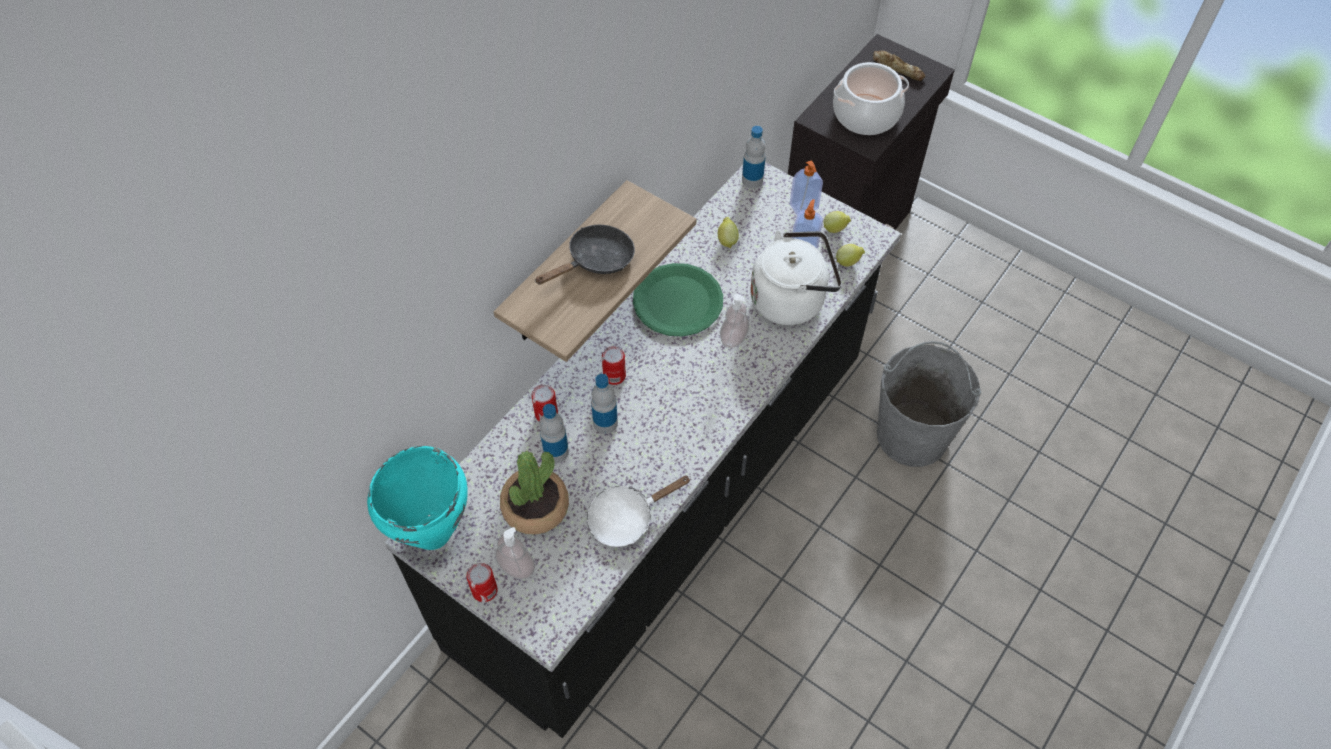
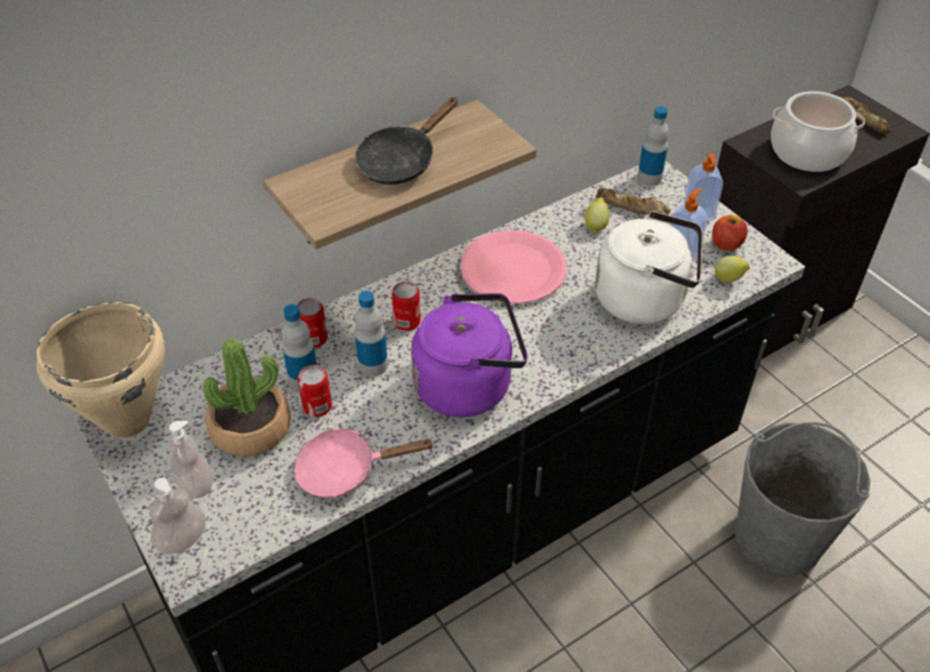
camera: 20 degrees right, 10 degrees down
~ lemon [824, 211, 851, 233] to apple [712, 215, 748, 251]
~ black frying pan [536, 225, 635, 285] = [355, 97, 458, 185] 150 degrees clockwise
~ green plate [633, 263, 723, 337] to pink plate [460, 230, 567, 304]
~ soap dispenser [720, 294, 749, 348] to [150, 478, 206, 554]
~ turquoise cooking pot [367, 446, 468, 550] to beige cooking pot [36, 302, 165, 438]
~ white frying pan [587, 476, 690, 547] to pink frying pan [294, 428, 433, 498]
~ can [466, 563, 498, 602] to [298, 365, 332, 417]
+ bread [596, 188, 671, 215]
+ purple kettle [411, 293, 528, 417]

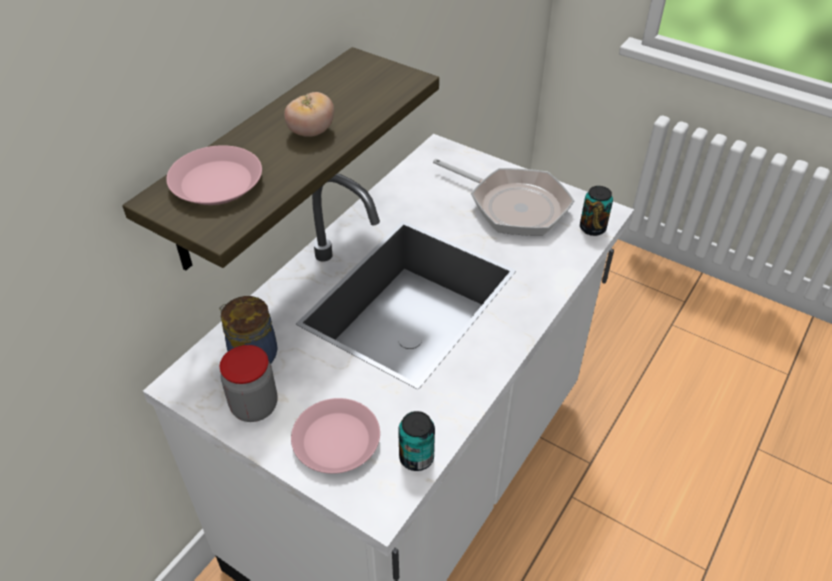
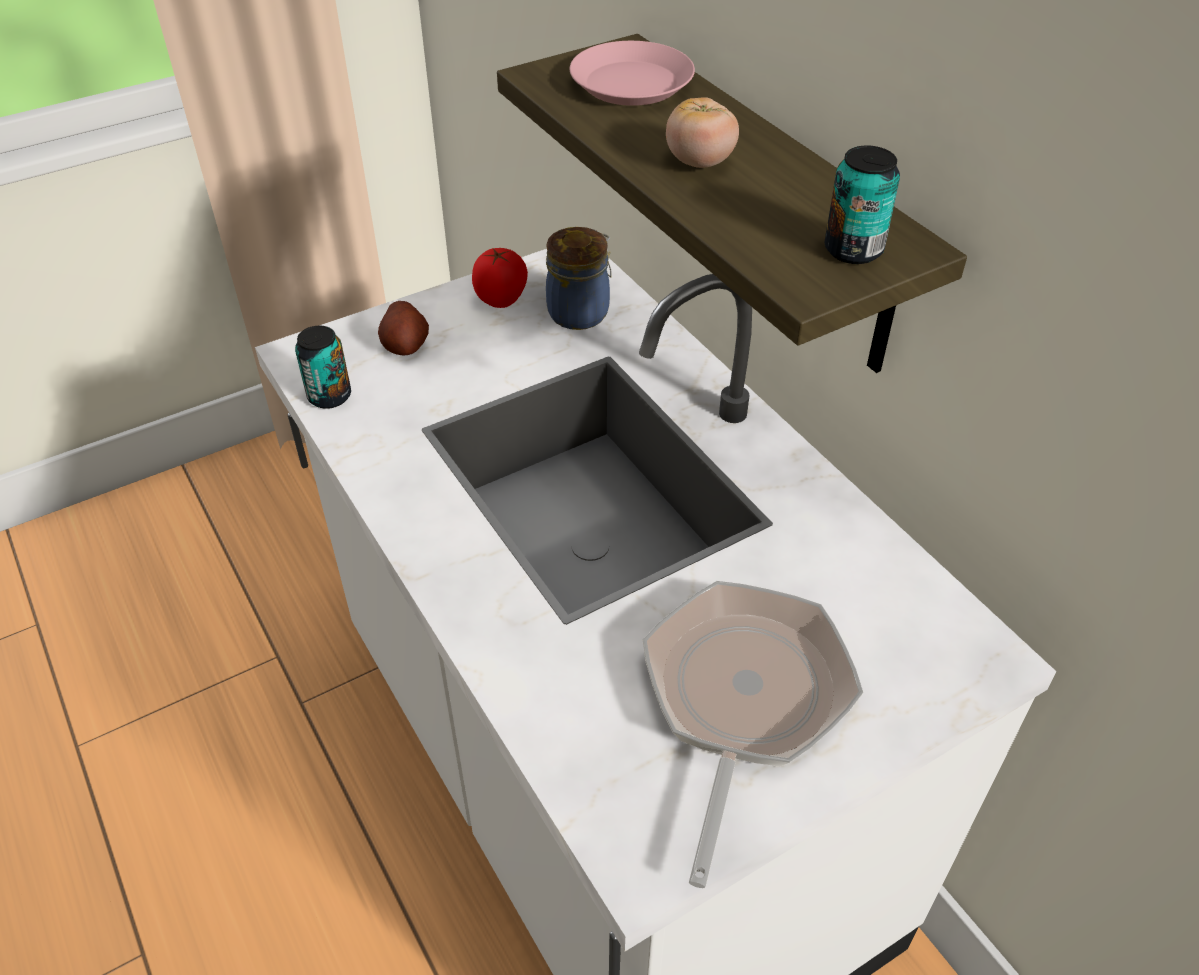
camera: 115 degrees right, 0 degrees up
~ frying pan [433, 159, 574, 236] = [642, 581, 864, 888] 135 degrees clockwise
~ can [580, 186, 613, 236] to [824, 145, 900, 264]
~ jar [220, 345, 277, 422] to tomato [472, 248, 528, 308]
~ pink plate [291, 398, 380, 474] to potato [378, 301, 429, 355]

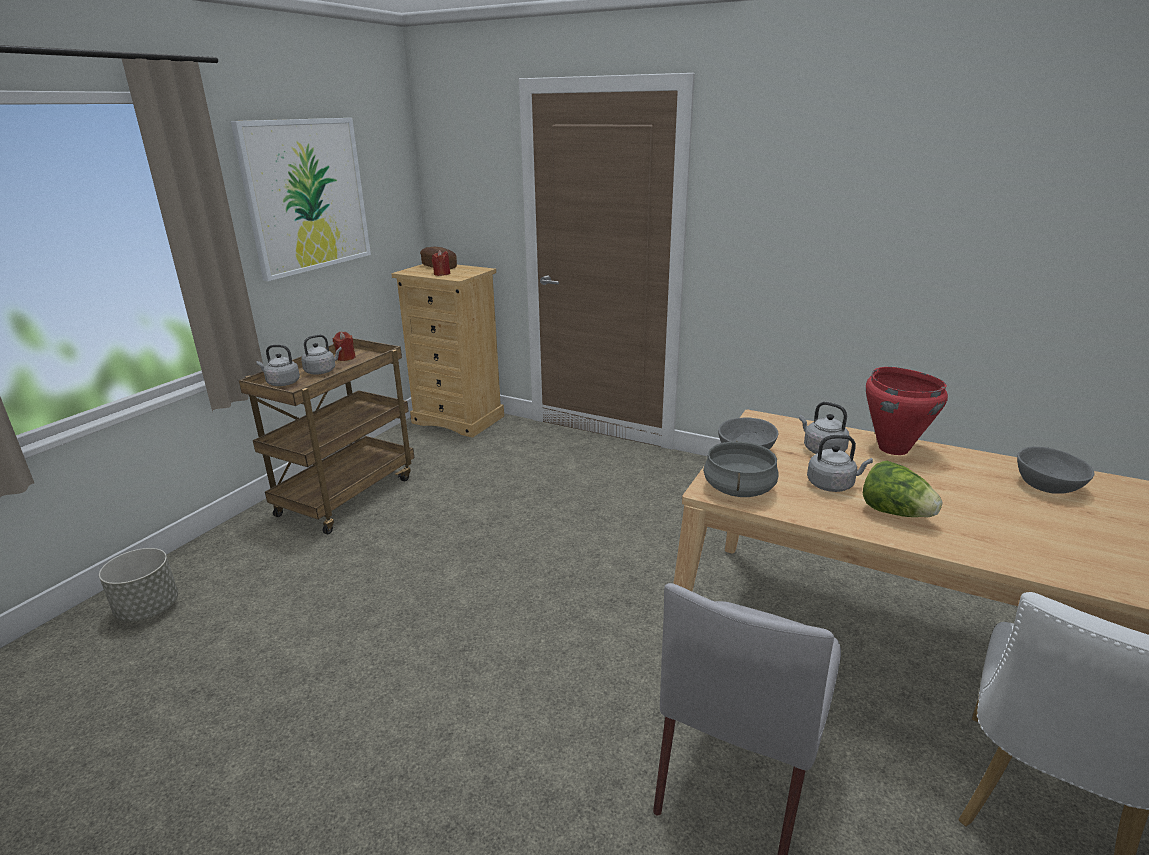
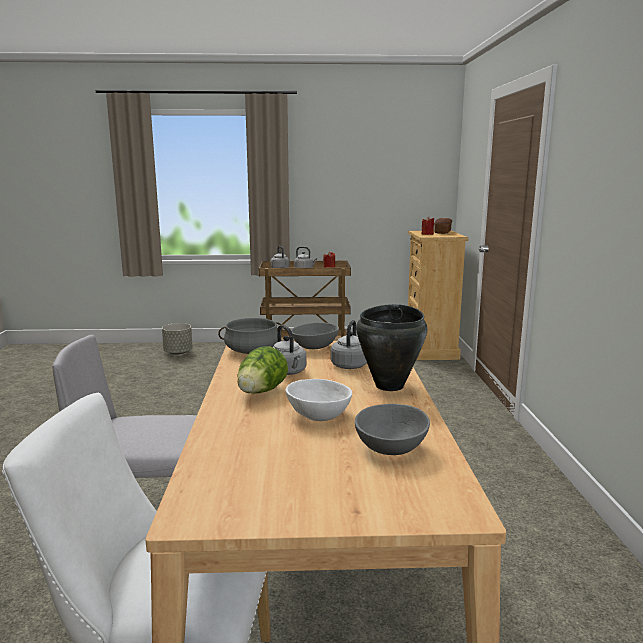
camera: 60 degrees right, 10 degrees down
- picture [231, 118, 371, 281]
~ red cooking pot [866, 367, 948, 455] to black cooking pot [356, 304, 427, 391]
+ white bowl [285, 379, 352, 421]

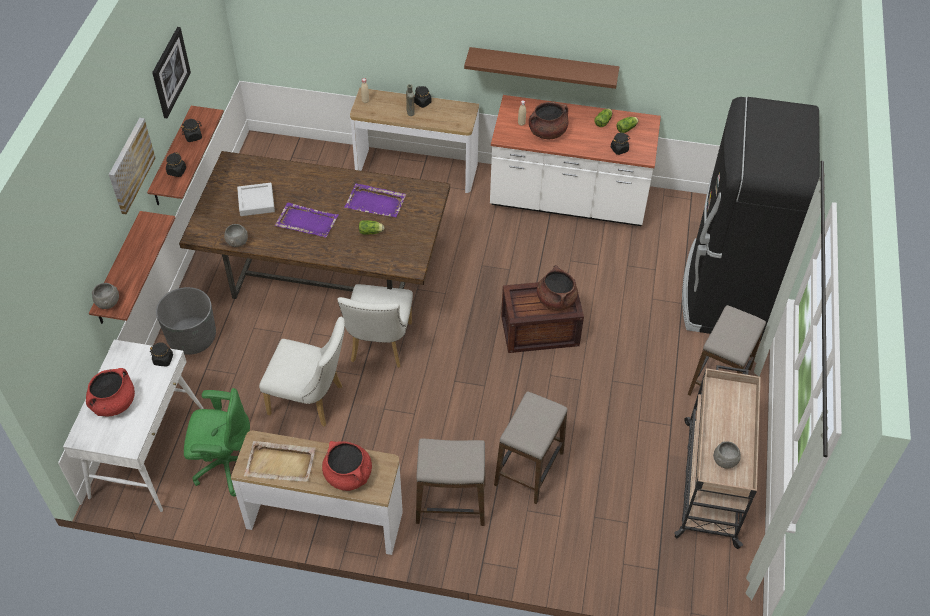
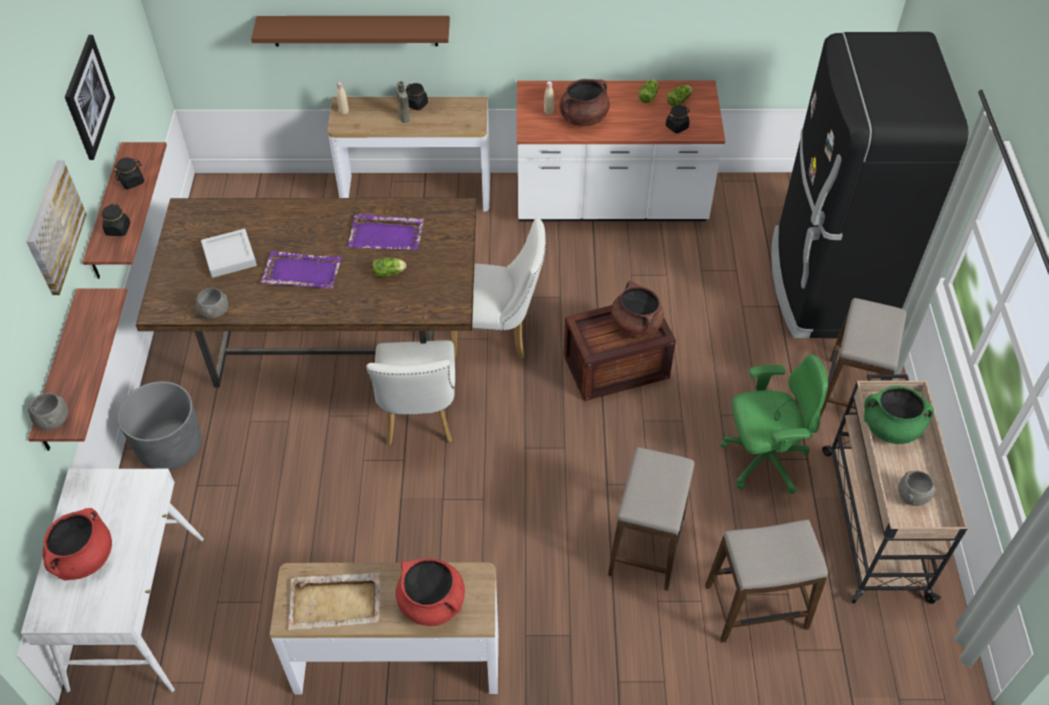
camera: 10 degrees left, 0 degrees up
~ brown shelf [464, 47, 619, 89] to [251, 16, 450, 46]
~ white chair [259, 317, 345, 427] to [451, 218, 546, 359]
- black jar [150, 342, 173, 367]
~ green office chair [184, 388, 250, 497] to [721, 354, 828, 494]
~ stool [416, 438, 485, 526] to [705, 520, 828, 643]
+ green cooking pot [864, 386, 934, 444]

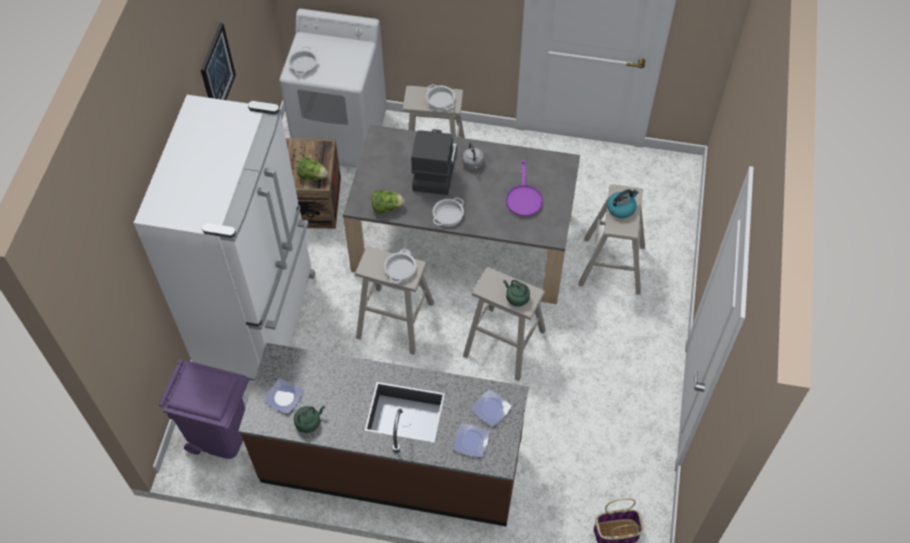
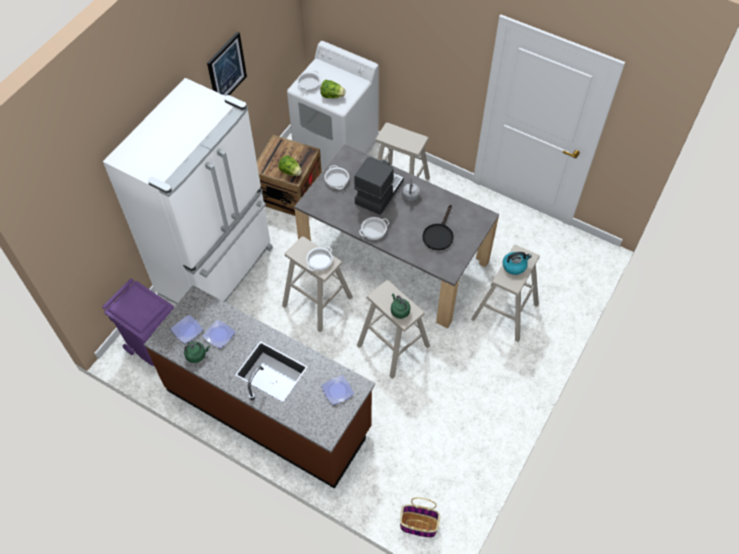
camera: 20 degrees right, 0 degrees up
~ cooking pot [426, 84, 455, 111] to [324, 165, 349, 189]
~ purple frying pan [506, 160, 543, 217] to black frying pan [422, 205, 454, 250]
~ lettuce [372, 190, 405, 214] to [321, 80, 346, 98]
~ plate [453, 423, 490, 457] to [203, 320, 235, 348]

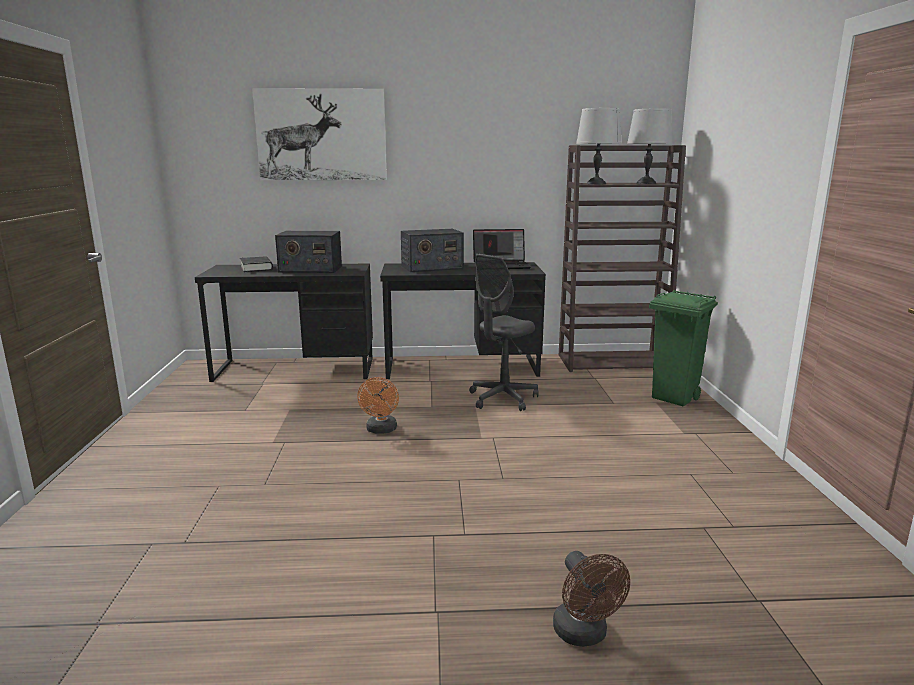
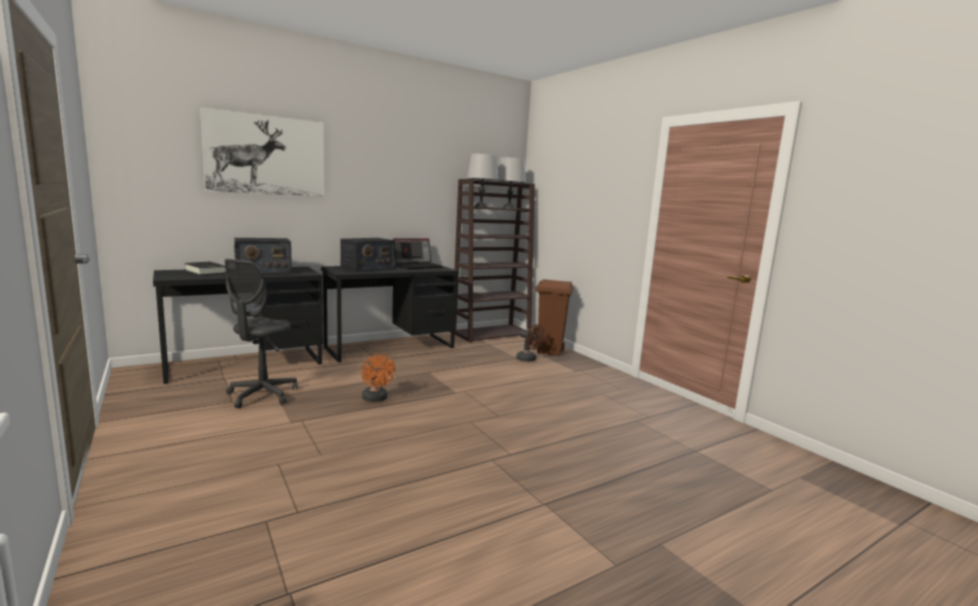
camera: 30 degrees left, 5 degrees down
~ grey office chair [469, 254, 539, 411] to [225, 259, 298, 408]
~ green trash can [649, 290, 718, 406] to brown trash can [536, 279, 574, 356]
~ brown fan [553, 551, 630, 647] to [516, 324, 545, 362]

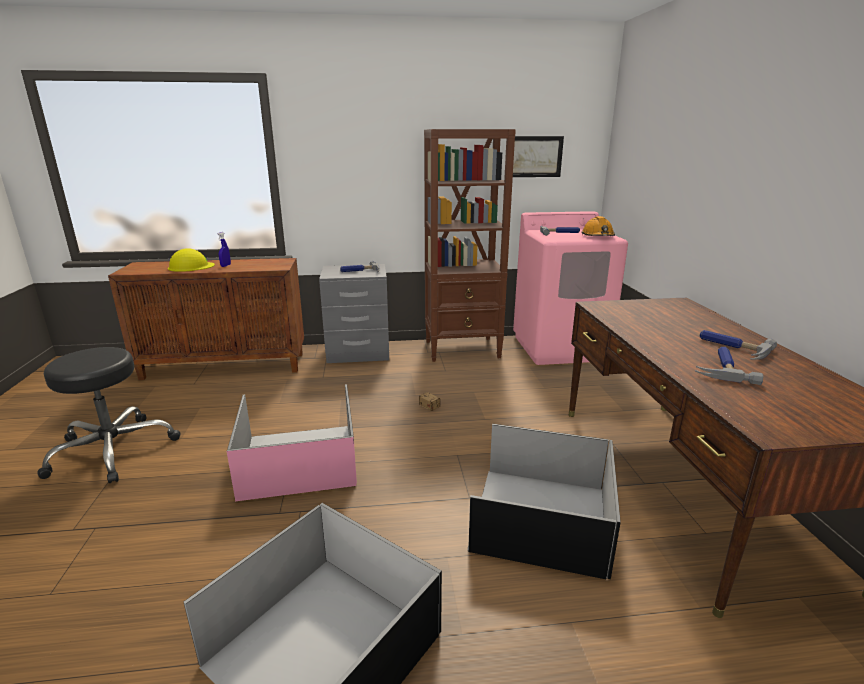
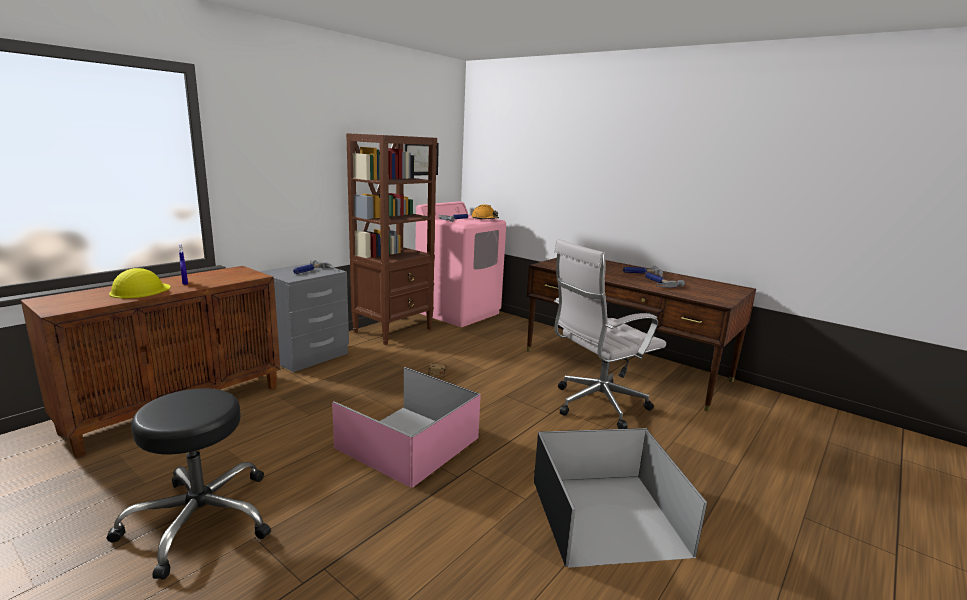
camera: 45 degrees left, 5 degrees down
~ black storage box [467, 424, 621, 579] to white office chair [554, 239, 666, 429]

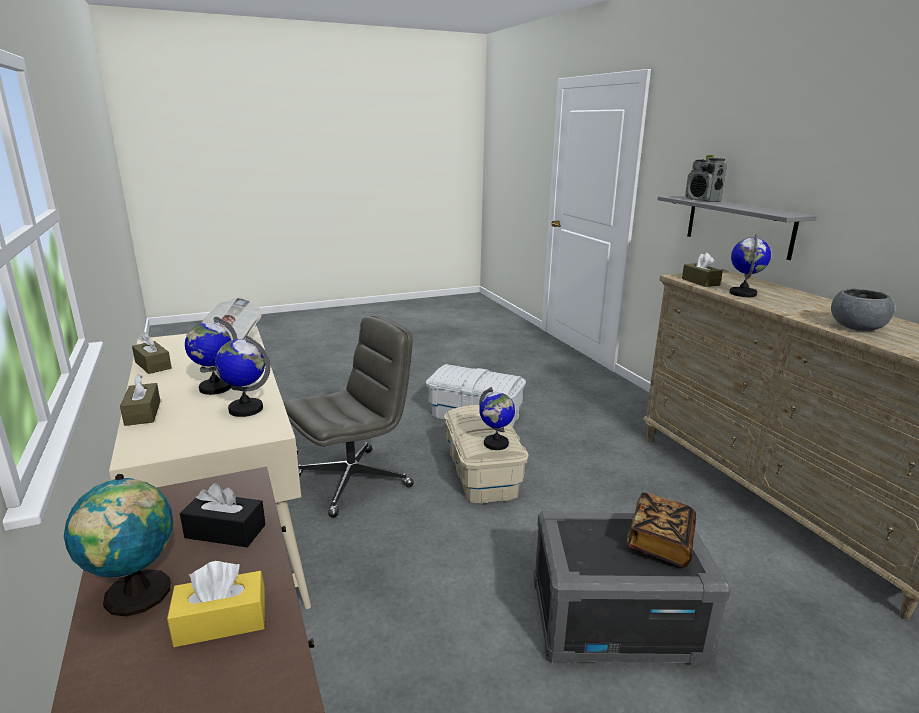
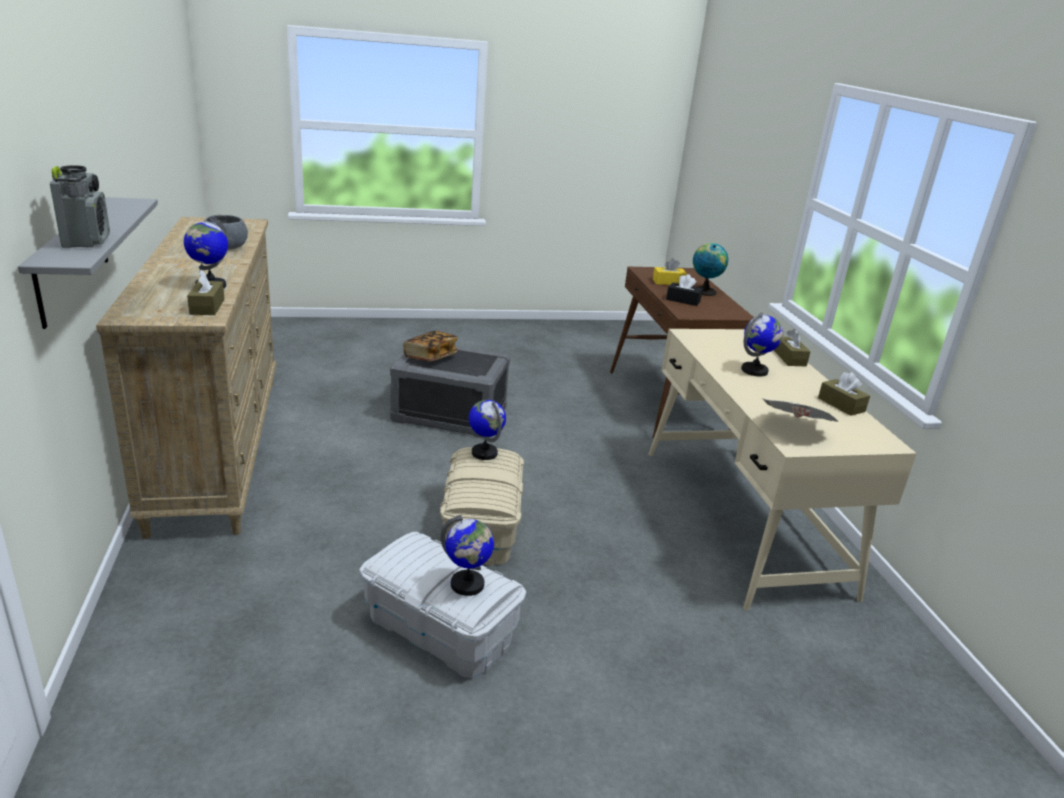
camera: 170 degrees left, 5 degrees up
- grey office chair [284, 316, 414, 518]
~ globe [215, 335, 270, 417] to [440, 515, 494, 596]

